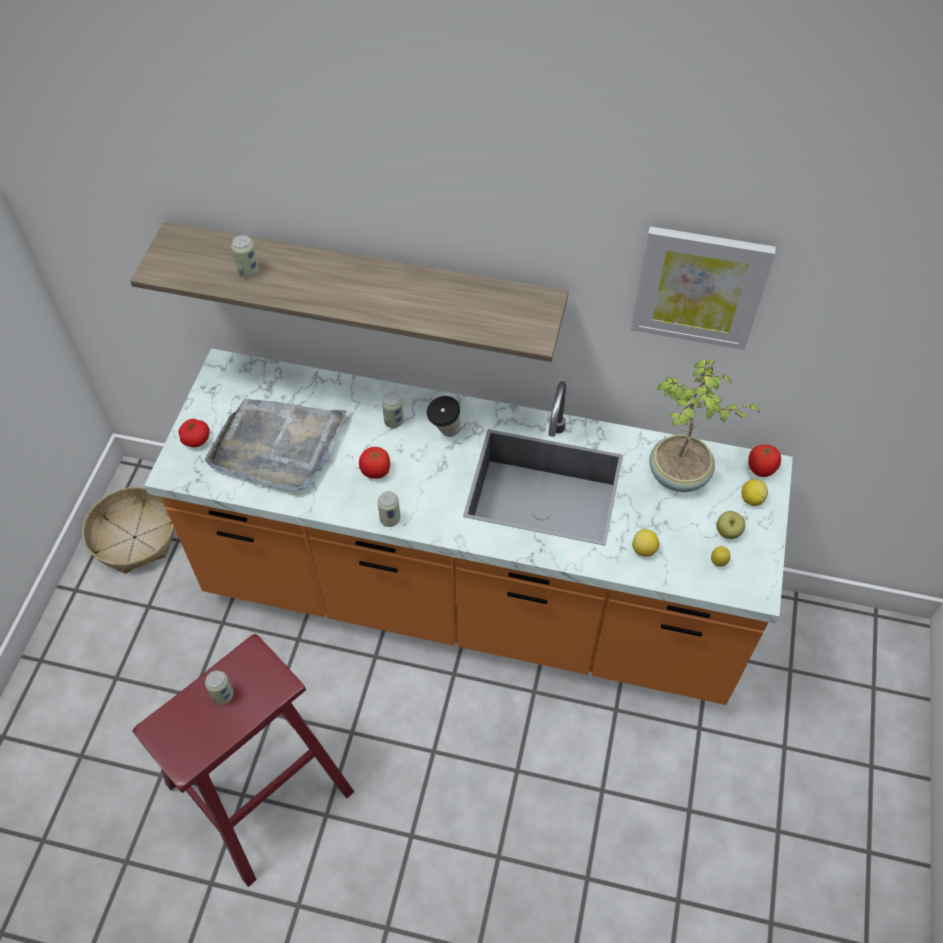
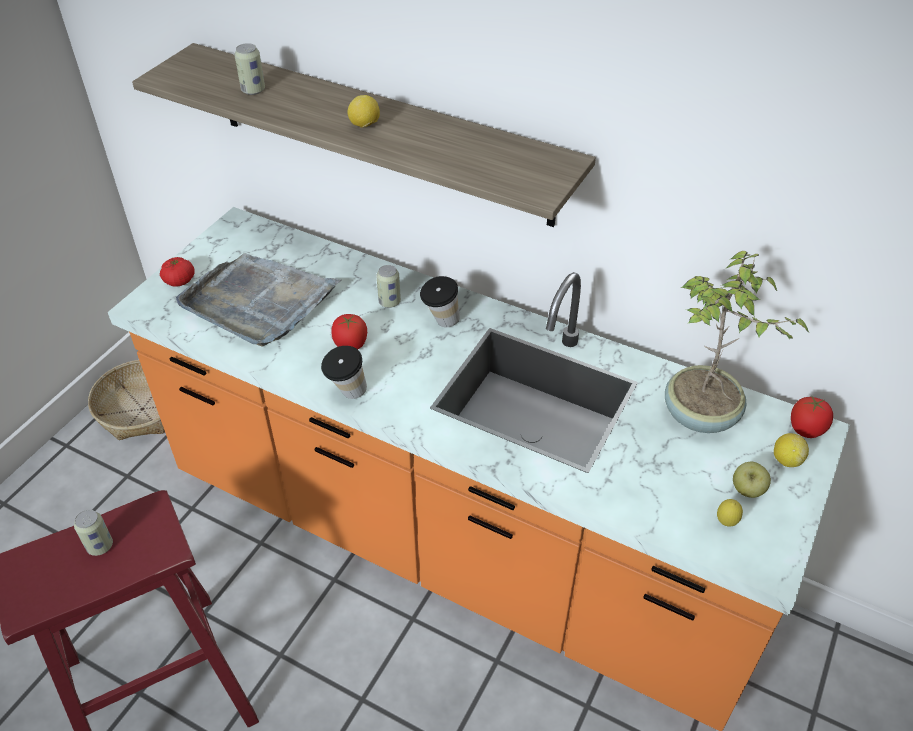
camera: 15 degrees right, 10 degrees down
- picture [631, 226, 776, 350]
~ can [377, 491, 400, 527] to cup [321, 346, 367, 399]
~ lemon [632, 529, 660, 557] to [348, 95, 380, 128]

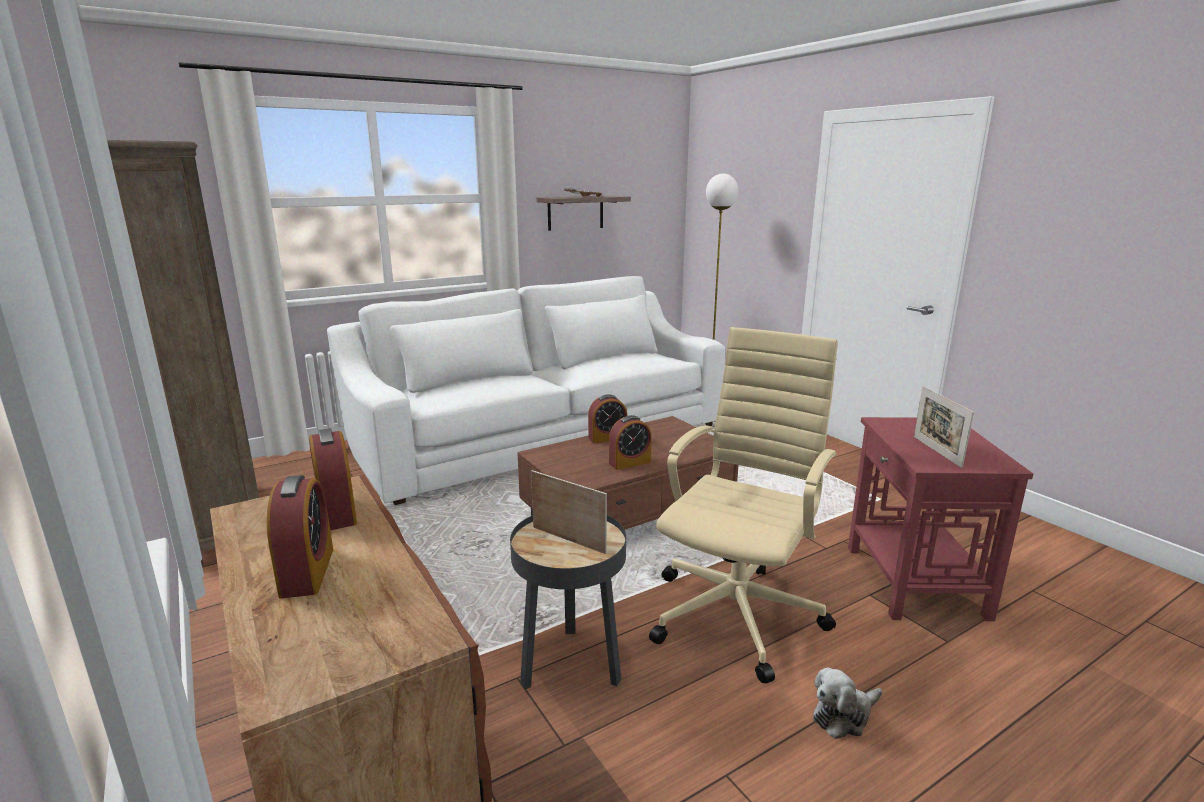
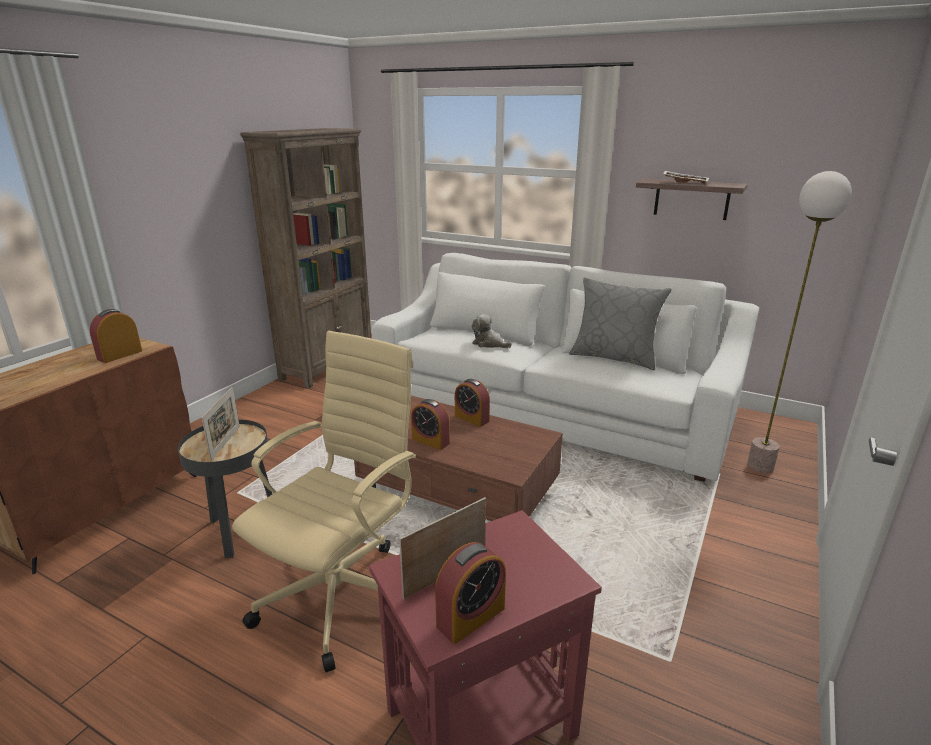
camera: 60 degrees right, 5 degrees up
~ beige office chair [649, 327, 838, 684] = [232, 331, 416, 672] 60 degrees counterclockwise
~ alarm clock [267, 475, 333, 598] to [435, 542, 506, 644]
~ plush toy [813, 667, 882, 739] to [472, 314, 512, 348]
+ grey pillow [569, 277, 672, 370]

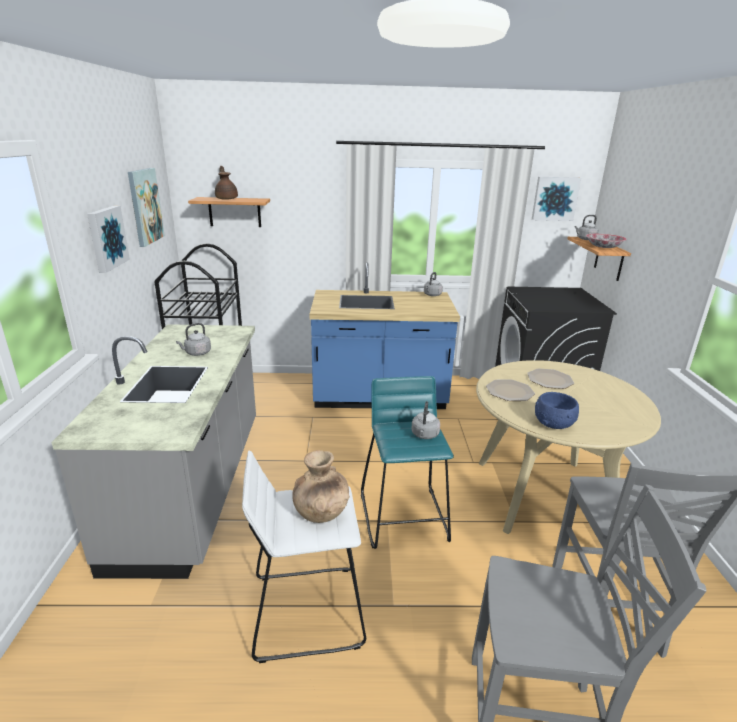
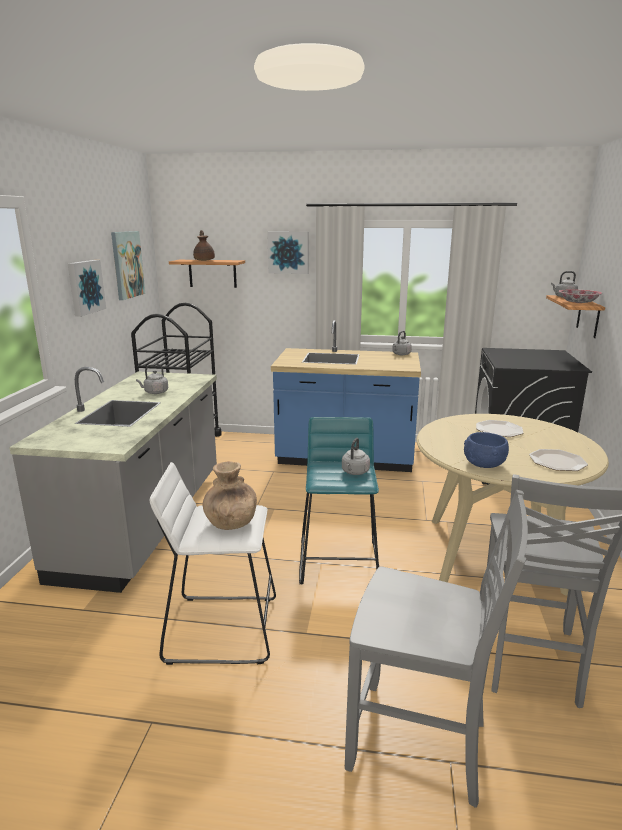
camera: 10 degrees right, 5 degrees down
~ picture [532, 177, 581, 221] to [267, 232, 308, 274]
~ plate [486, 379, 535, 401] to [529, 449, 588, 471]

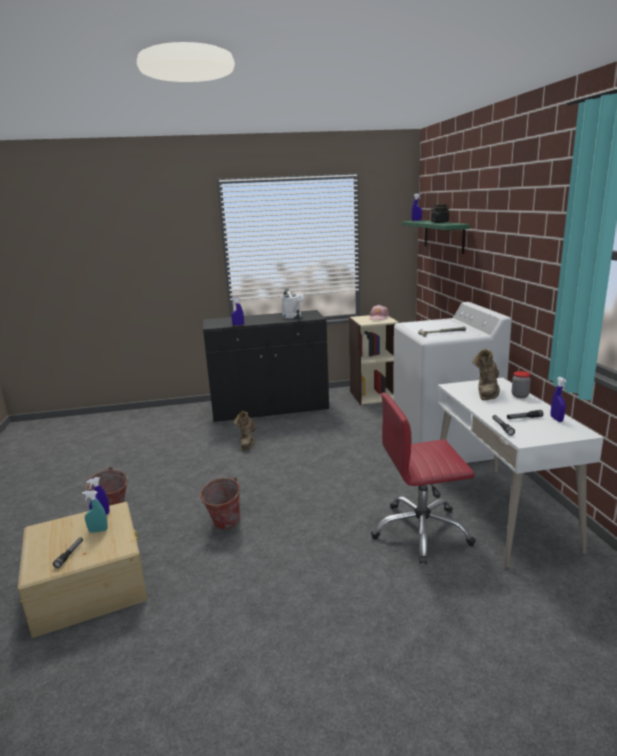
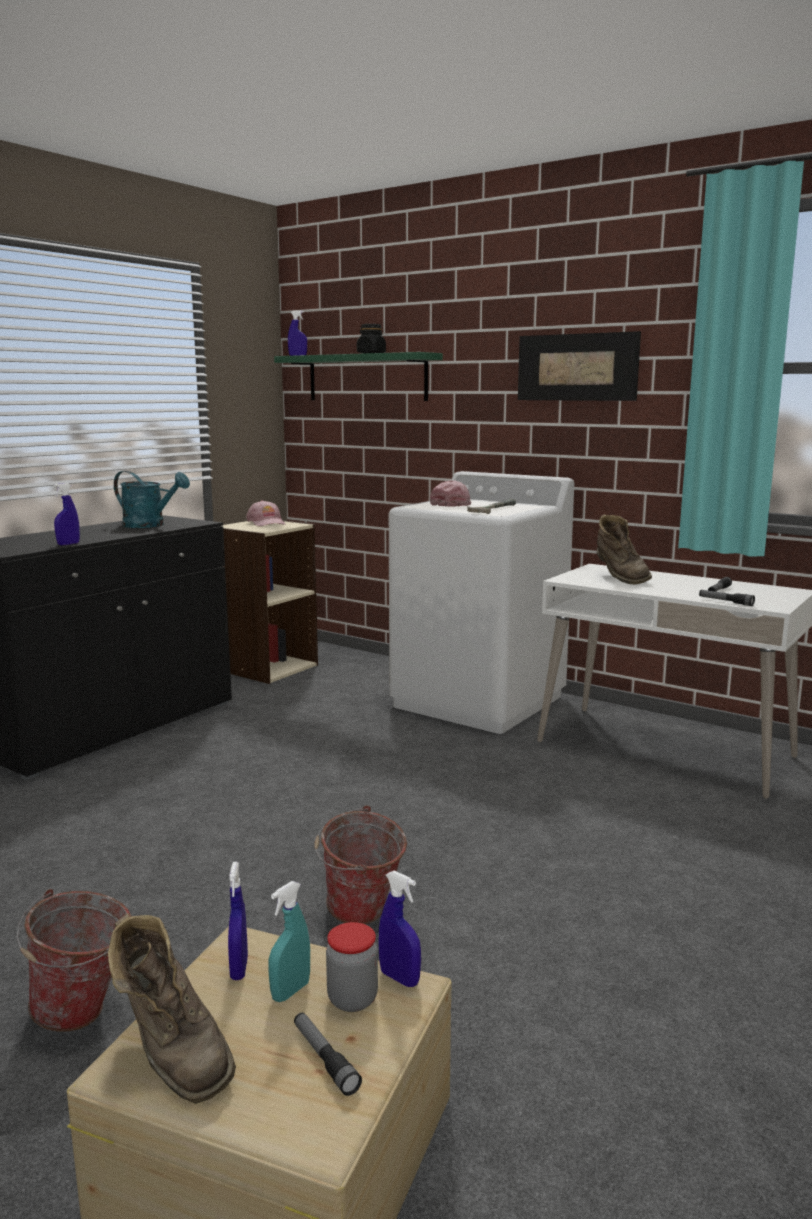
camera: 45 degrees left, 5 degrees down
~ white watering can [282, 289, 304, 319] to turquoise watering can [114, 471, 190, 528]
~ jar [512, 371, 531, 398] to [326, 922, 378, 1012]
~ blue spray bottle [551, 377, 566, 422] to [378, 871, 421, 987]
- red office chair [371, 393, 476, 565]
~ brown boot [234, 411, 256, 451] to [108, 913, 236, 1104]
+ picture [518, 331, 641, 401]
+ pink cap [430, 480, 472, 507]

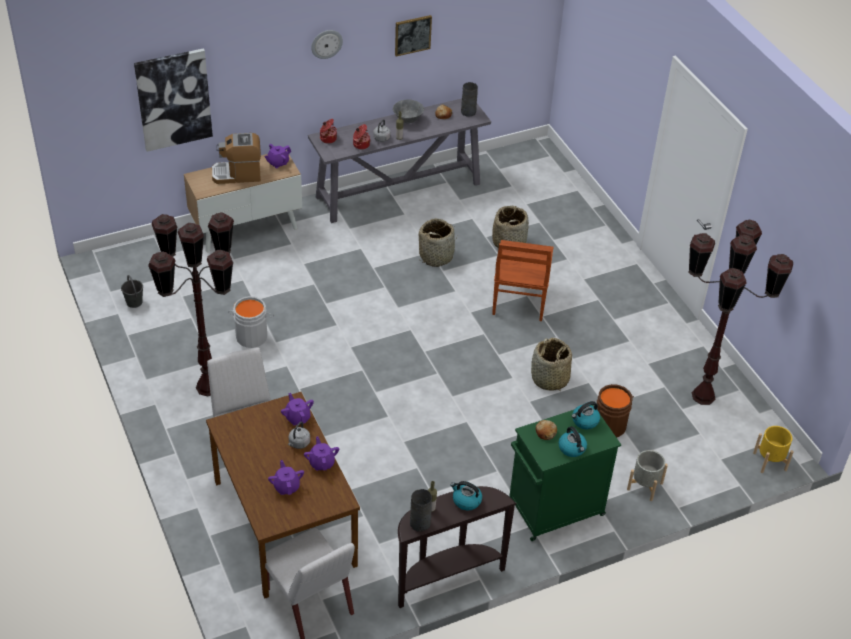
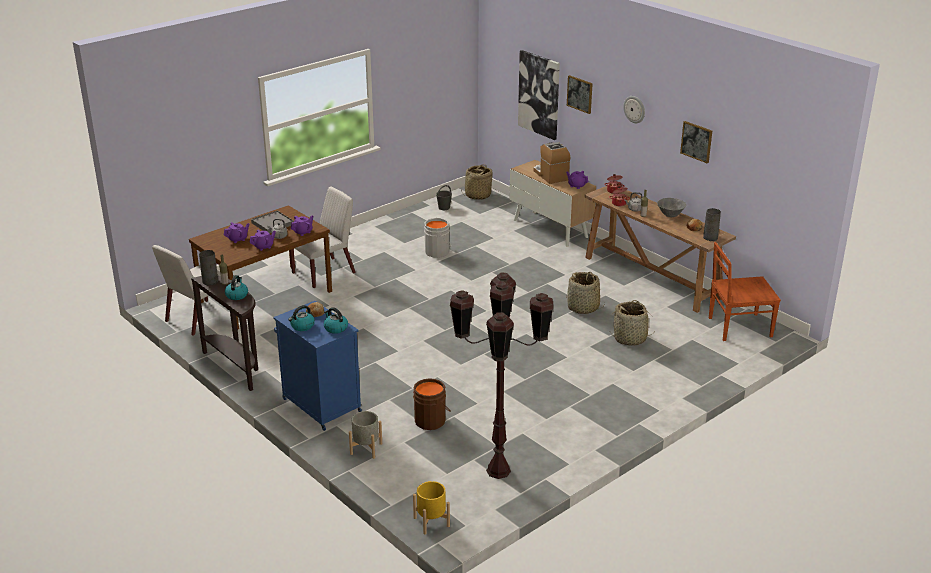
camera: 75 degrees right, 15 degrees down
~ grey console table [308, 98, 491, 223] to brown console table [584, 186, 736, 313]
- brown floor lamp [148, 212, 234, 397]
~ brown chair [492, 240, 553, 321] to [709, 242, 781, 341]
~ basket [531, 338, 572, 391] to [461, 164, 493, 200]
~ green cabinet [509, 405, 621, 541] to blue cabinet [273, 301, 362, 431]
+ picture [567, 75, 593, 114]
+ grey tray [251, 210, 294, 233]

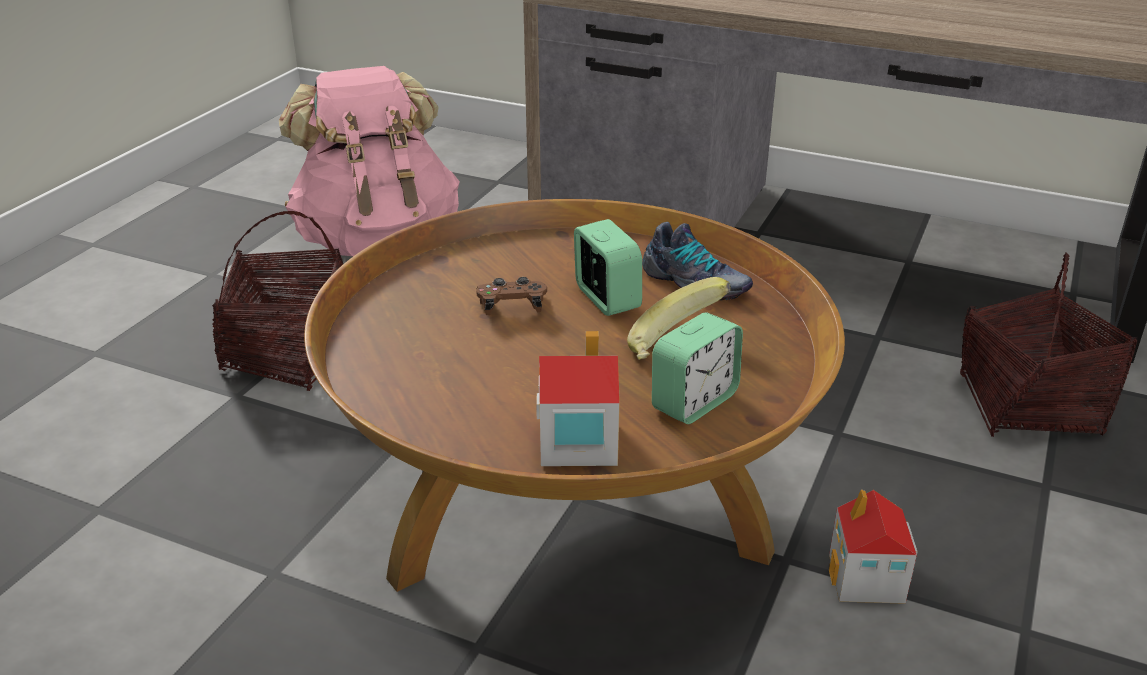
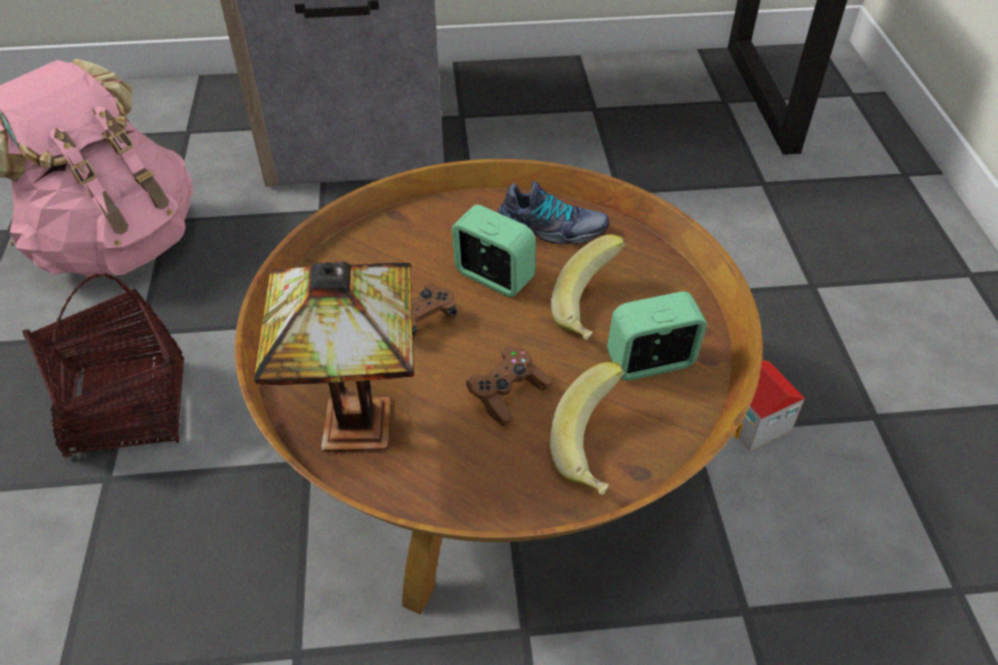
camera: 30 degrees left, 15 degrees up
- basket [960, 252, 1138, 437]
~ alarm clock [652, 312, 743, 424] = [607, 291, 707, 381] 120 degrees counterclockwise
~ toy house [536, 331, 620, 466] to banana [550, 362, 625, 496]
+ table lamp [254, 262, 414, 452]
+ brown game controller [466, 346, 552, 426]

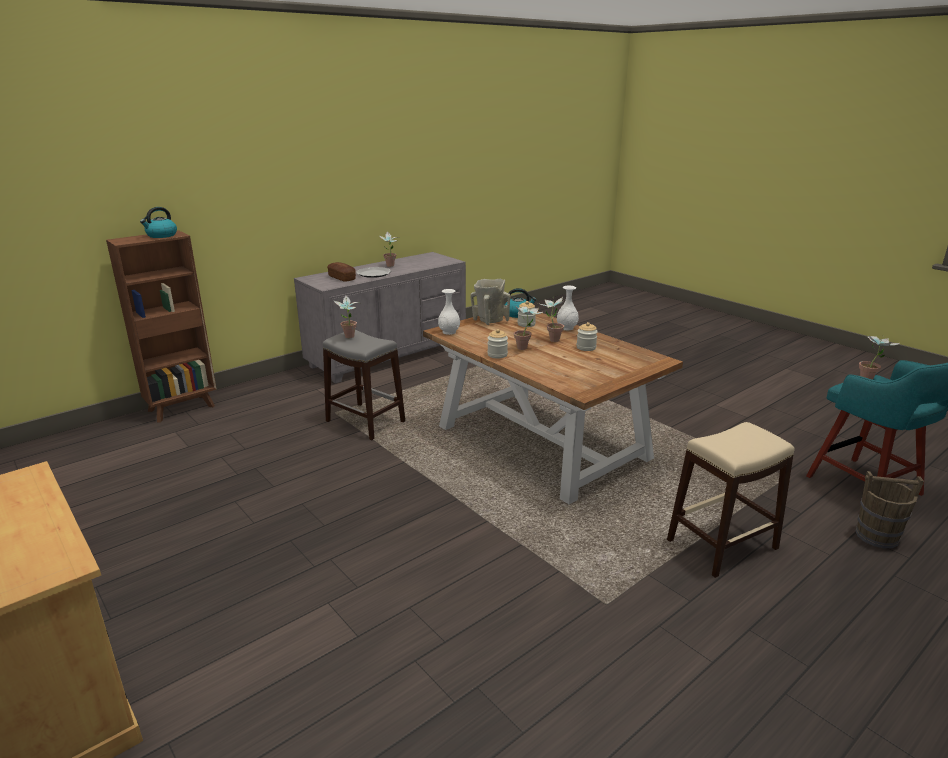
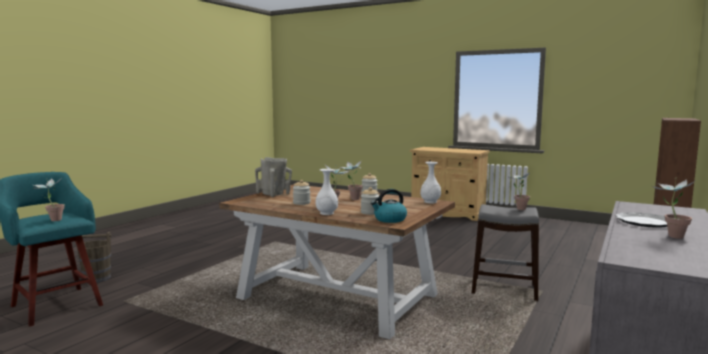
camera: 160 degrees right, 15 degrees down
- kettle [140, 207, 177, 238]
- bread [327, 262, 356, 281]
~ beige vase [470, 279, 510, 325] to [255, 157, 292, 197]
- beige stool [667, 422, 795, 578]

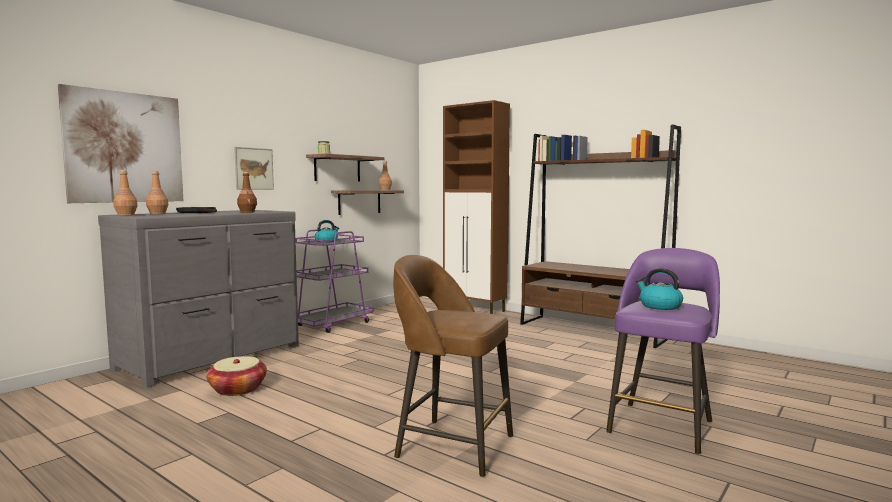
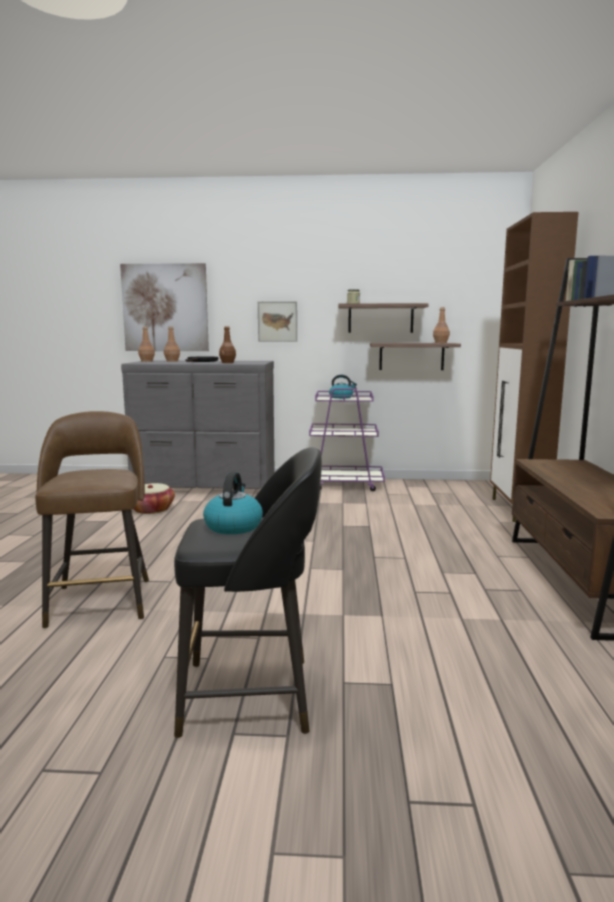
camera: 55 degrees right, 5 degrees up
~ purple stool [606, 248, 720, 454] to black stool [174, 447, 322, 738]

